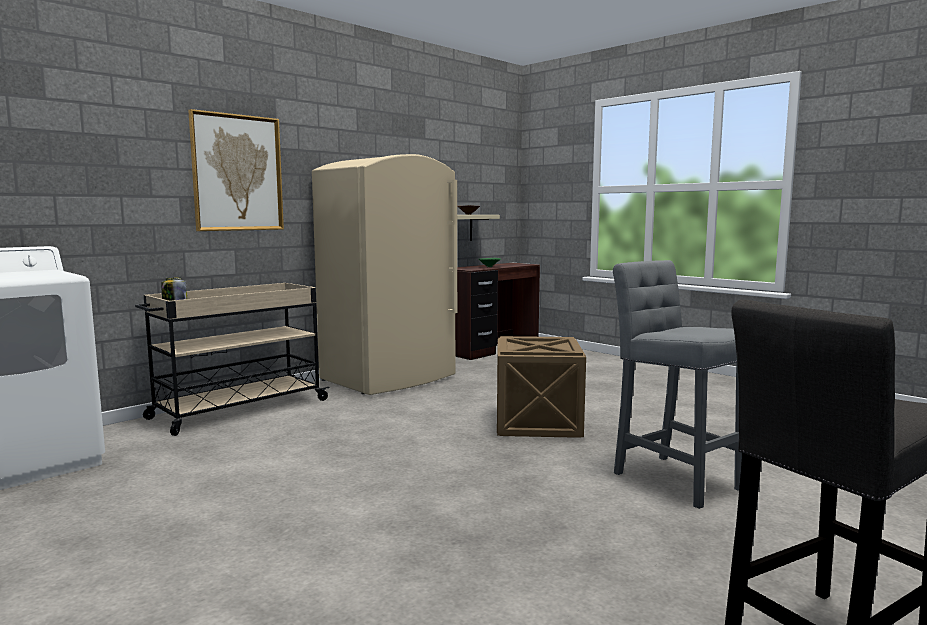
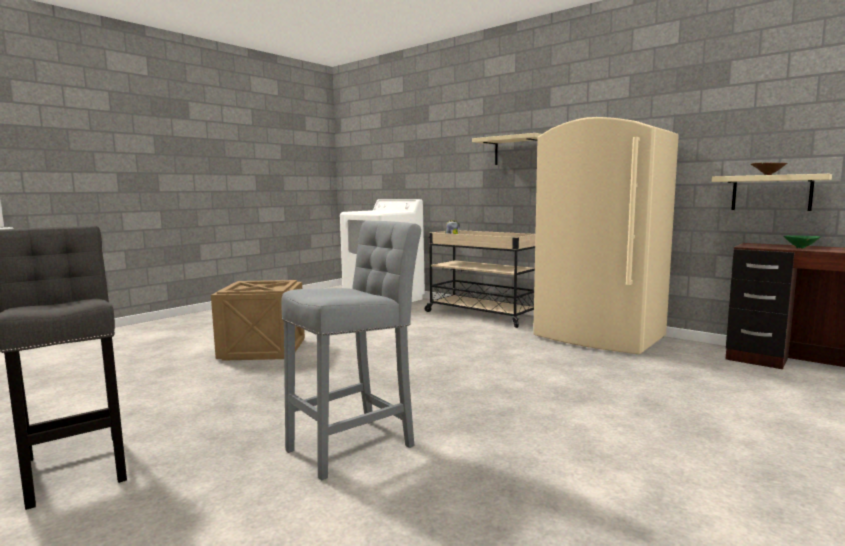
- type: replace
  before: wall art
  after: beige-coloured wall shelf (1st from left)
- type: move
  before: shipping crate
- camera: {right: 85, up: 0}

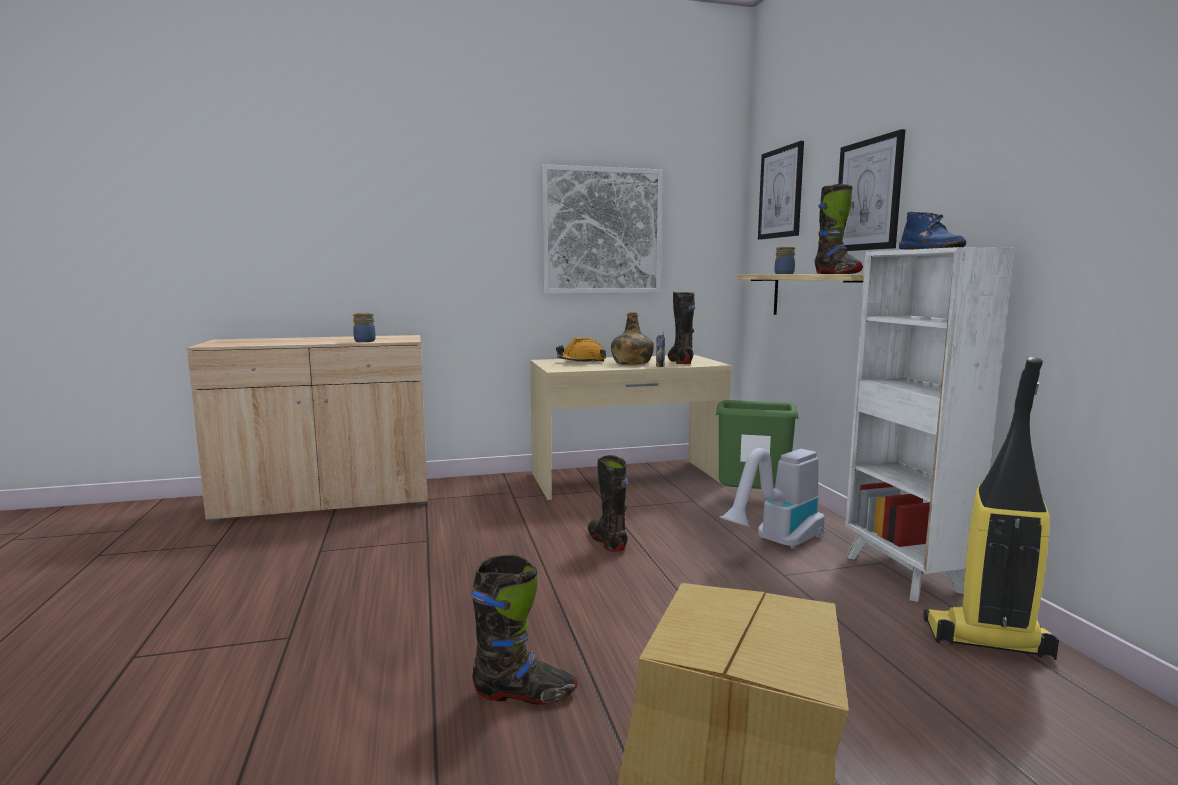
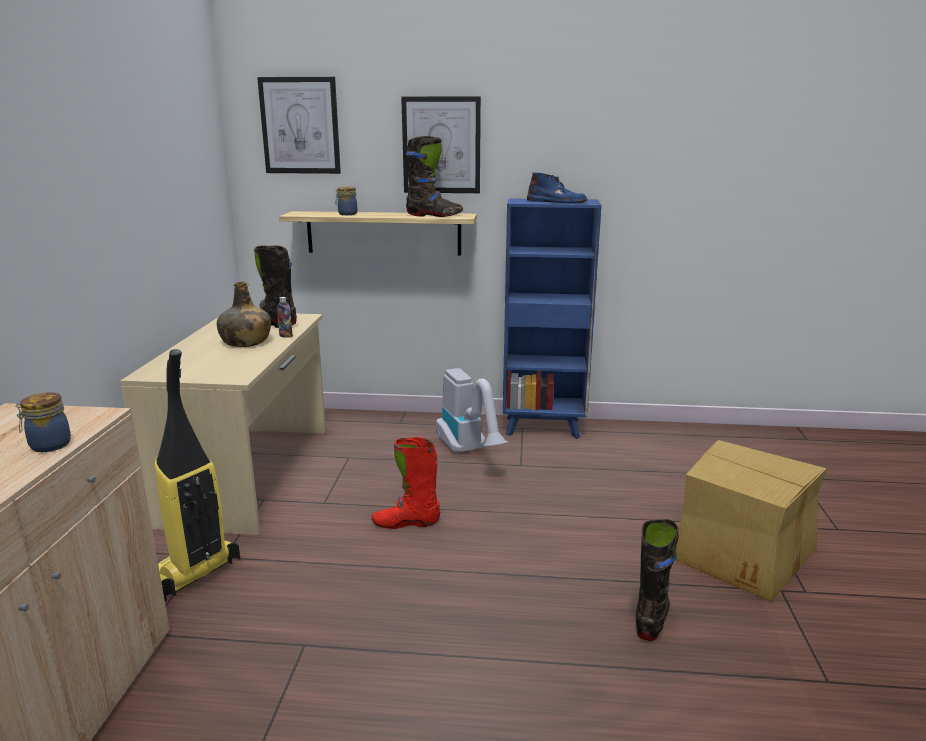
- type: delete
  before: wall art (1st from left)
- type: recolor
  before: white-coloured bookshelf
  after: blue bookshelf
- type: delete
  before: orange-coloured work helmet
- type: move
  before: vacuum cleaner (2nd from left in the first image)
  after: vacuum cleaner (1st from left)
- type: delete
  before: green waste bin
- type: recolor
  before: black boot (2nd from left)
  after: red boot
- camera: {right: -70, up: 10}

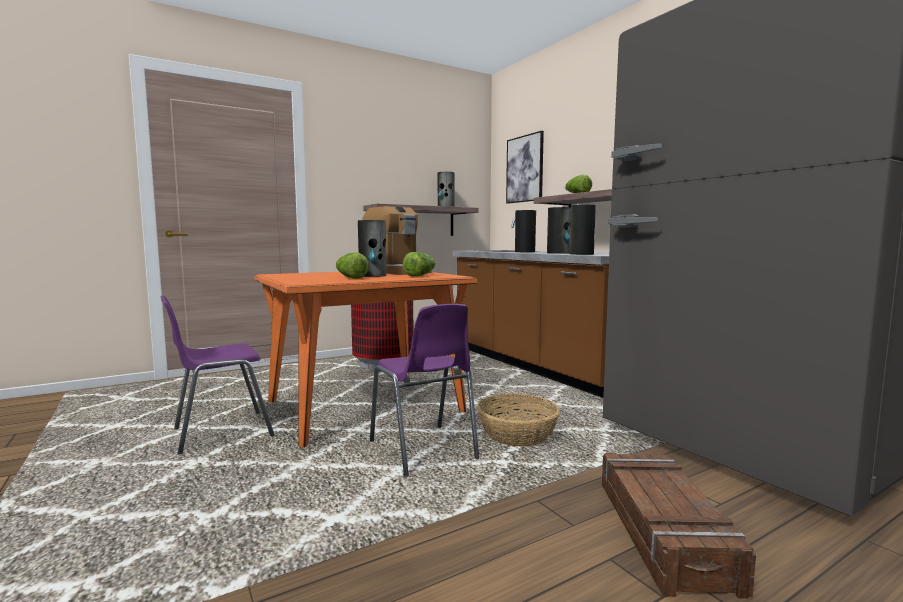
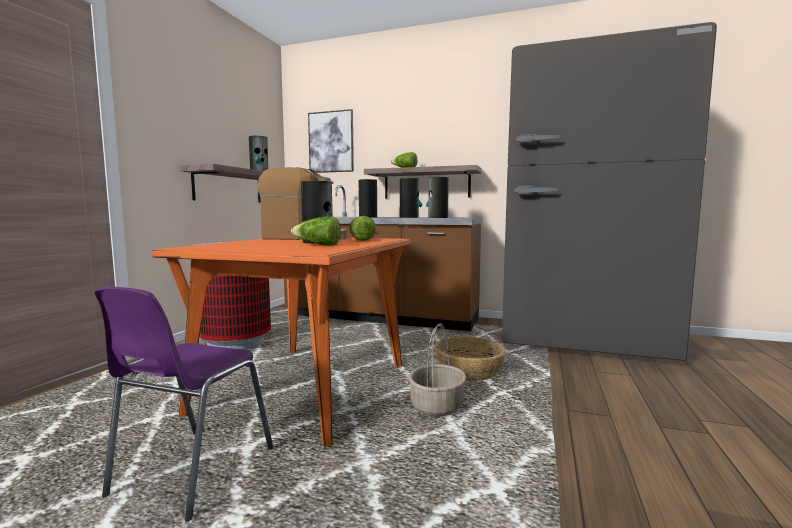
- type: replace
  before: purplish chair (2nd from left)
  after: storage basket (1st from left)
- type: delete
  before: shipping crate
- camera: {right: -40, up: 0}

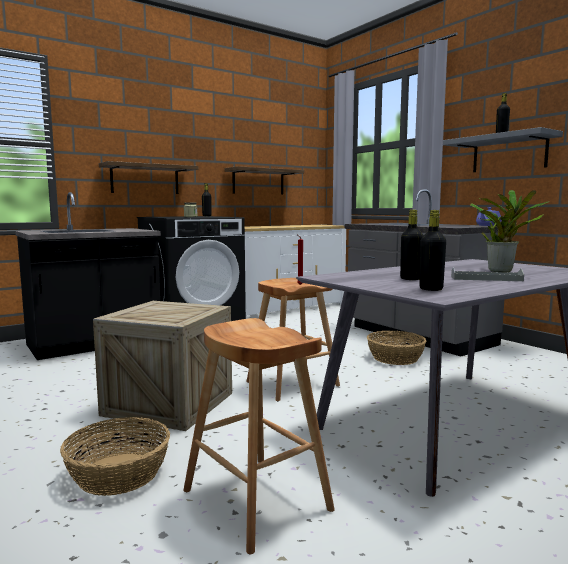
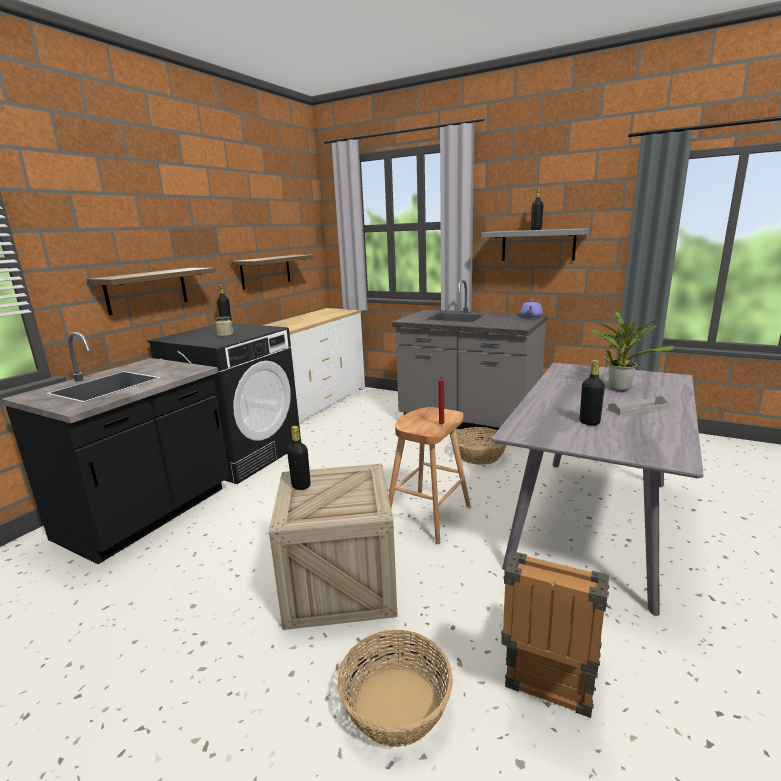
- type: move
  before: black drink bottle (3rd from left in the first image)
  after: black drink bottle (2nd from left)
- type: replace
  before: brownish stool seat (1st from left)
  after: shipping crate (2nd from left)
- camera: {right: -25, up: 10}

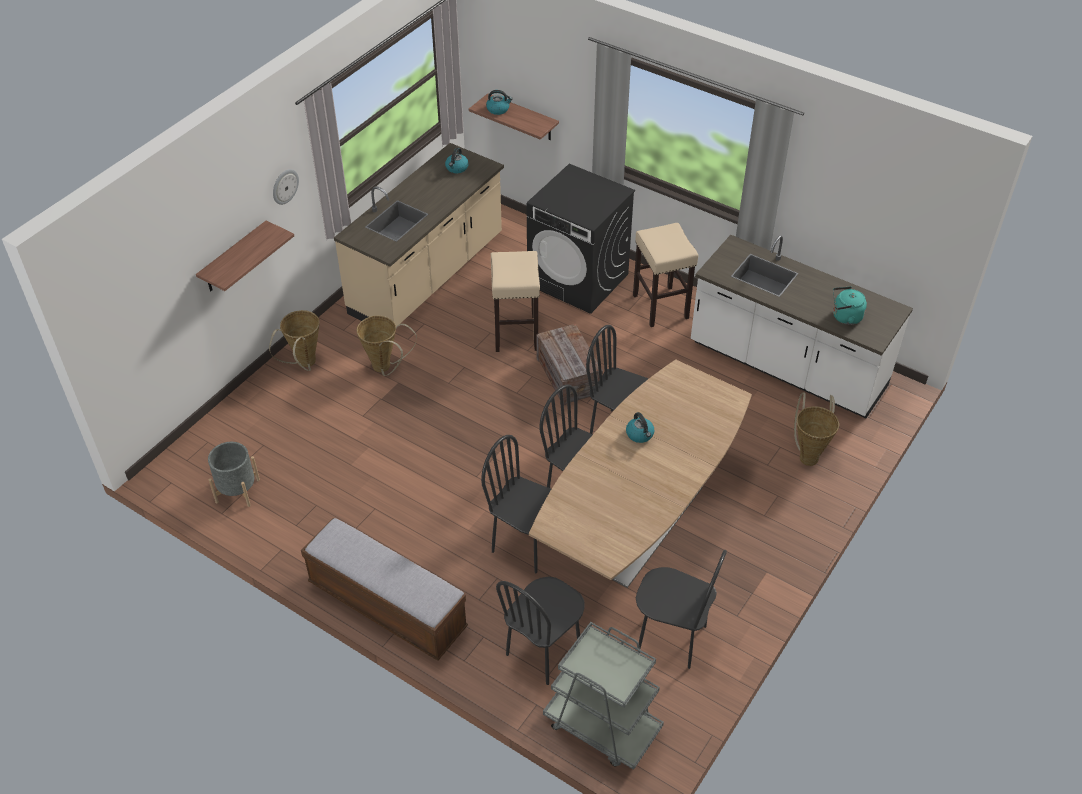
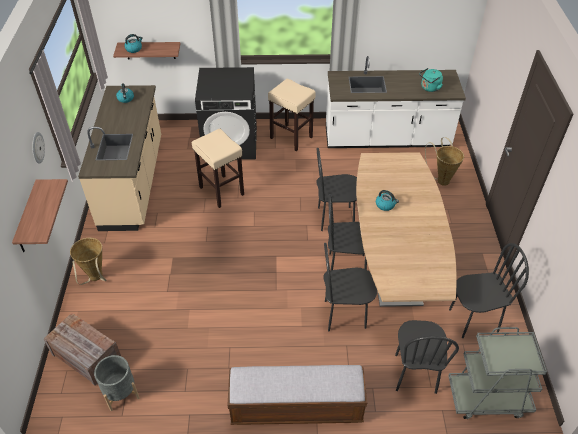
- type: delete
  before: storage basket (2nd from left)
- type: move
  before: shipping crate
- camera: {right: -35, up: 0}

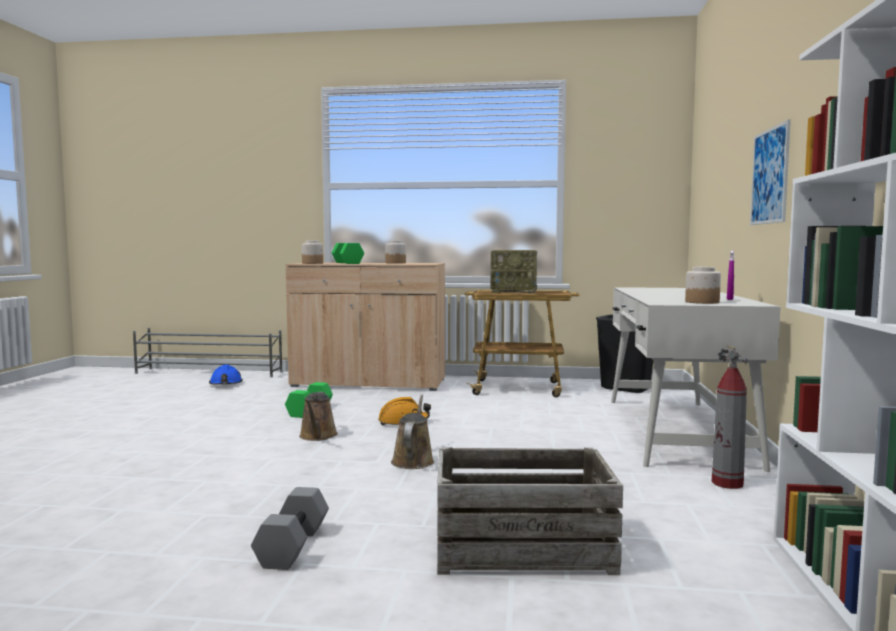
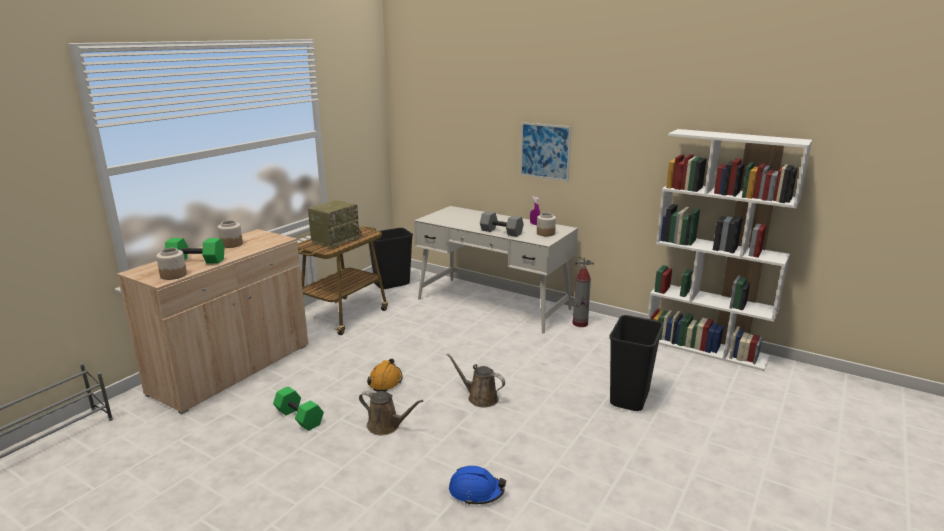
- type: move
  before: blue work helmet
- type: replace
  before: shipping crate
  after: black waste bin (2nd from left)
- type: move
  before: grey dumbbell
- camera: {right: -65, up: 15}

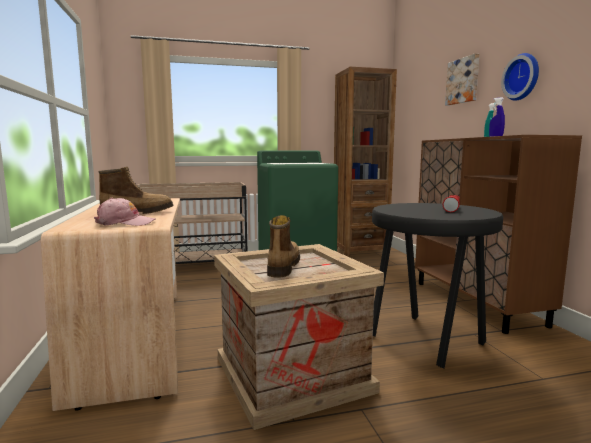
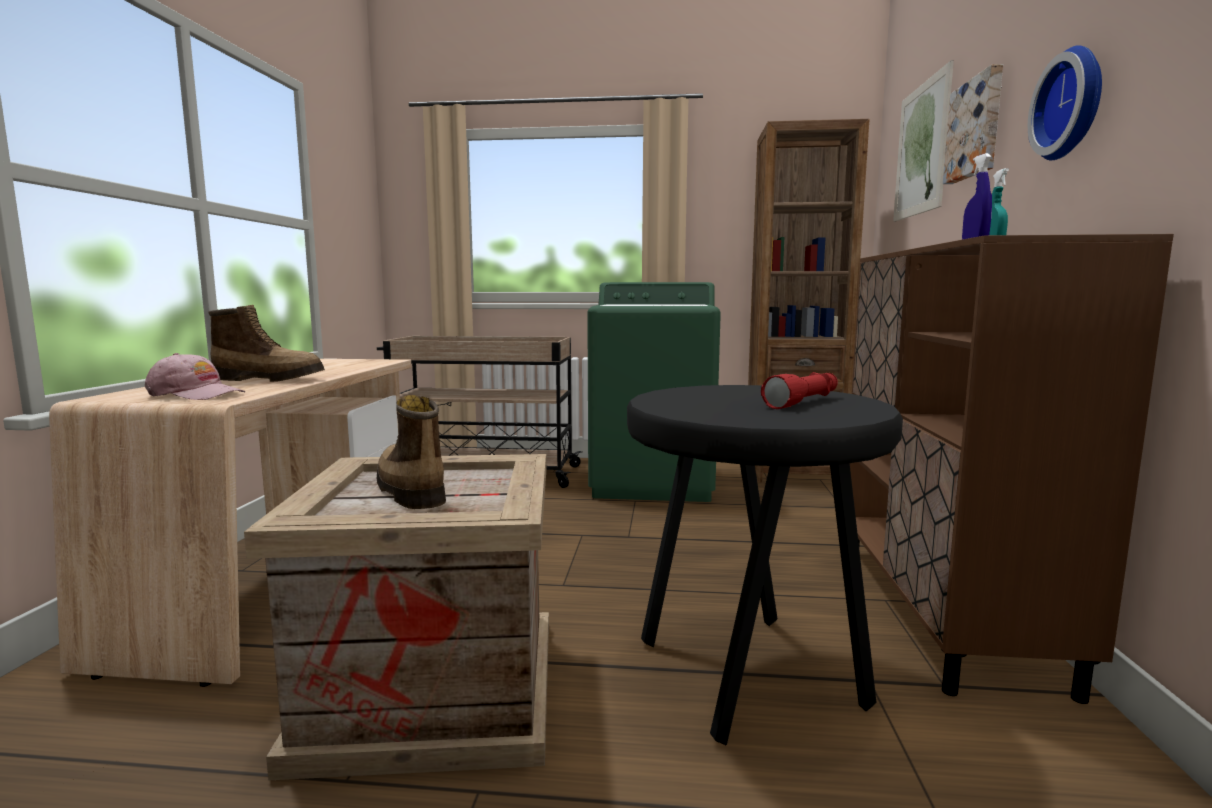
- type: rotate
  before: boot (2nd from left)
  turn: -60
- type: insert
  after: wall art (1st from left)
- camera: {right: 20, up: 0}

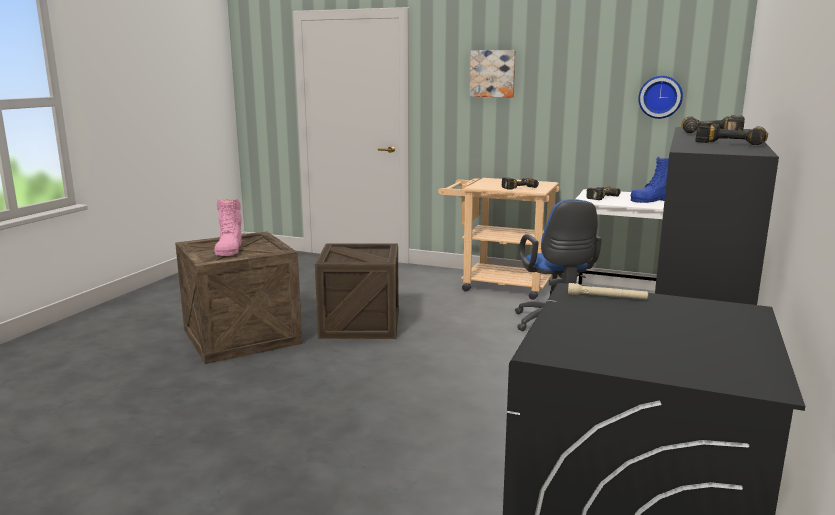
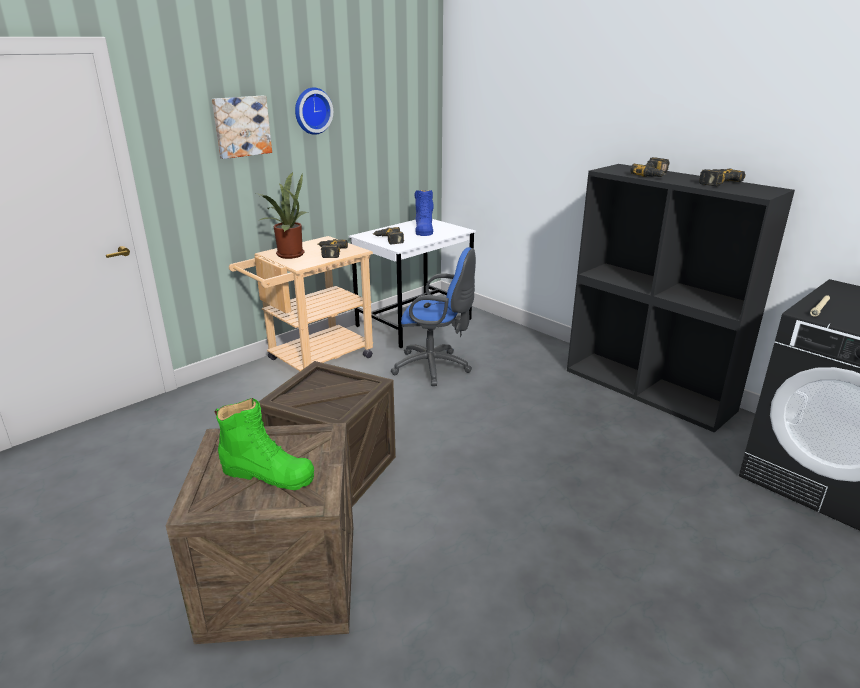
- type: move
  before: wall clock
- type: recolor
  before: pinkish boot
  after: green boot
- type: insert
  after: potted plant
- camera: {right: -65, up: 10}

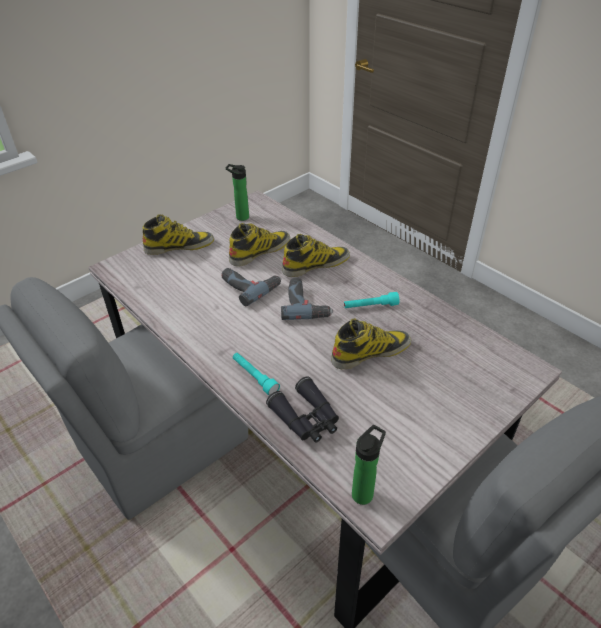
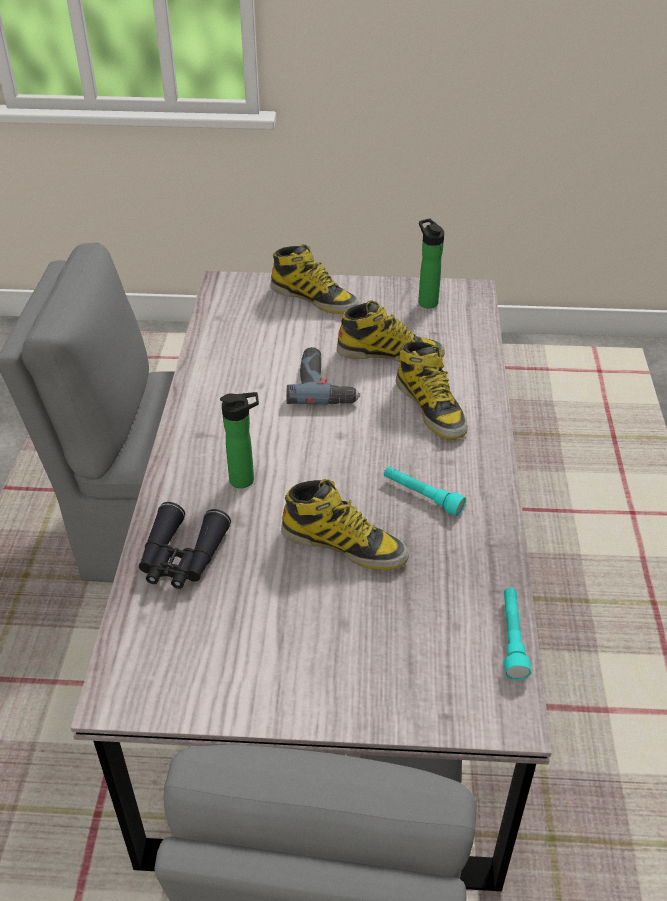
- type: rotate
  before: boot (3rd from left in the first image)
  turn: 45
- type: delete
  before: electric drill (2nd from left)
- type: move
  before: turquoise-coloured flashlight (1st from left in the first image)
  after: turquoise-coloured flashlight (2nd from left)
- type: move
  before: drink bottle (2nd from left in the first image)
  after: drink bottle (1st from left)
- camera: {right: 45, up: 0}

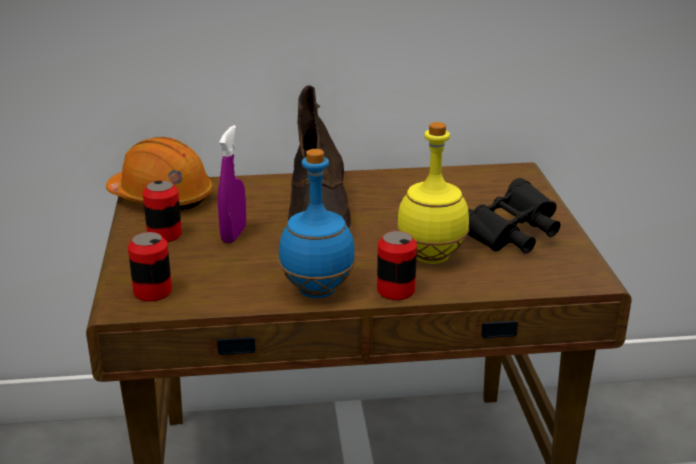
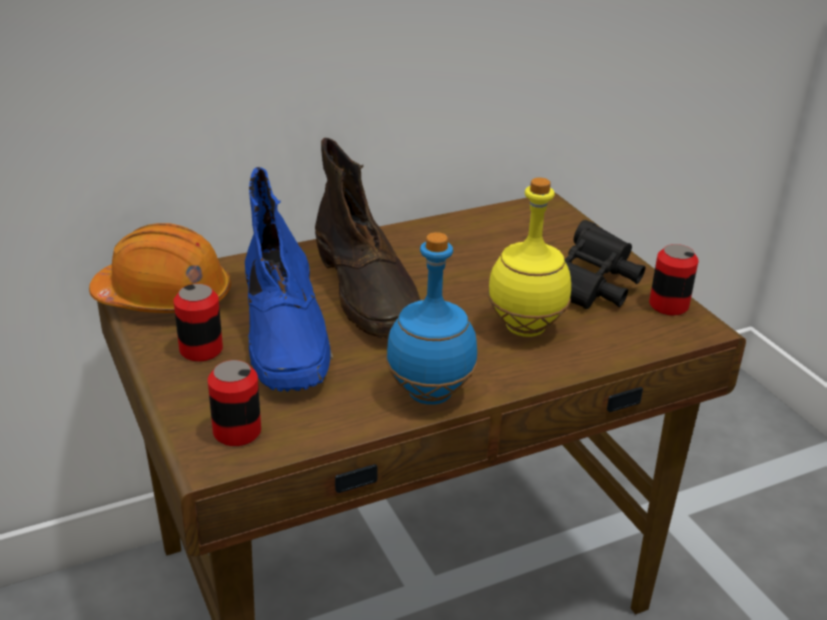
- type: replace
  before: purplish spray bottle
  after: blue boot
- type: move
  before: sealed can (3rd from left)
- camera: {right: -20, up: 5}

